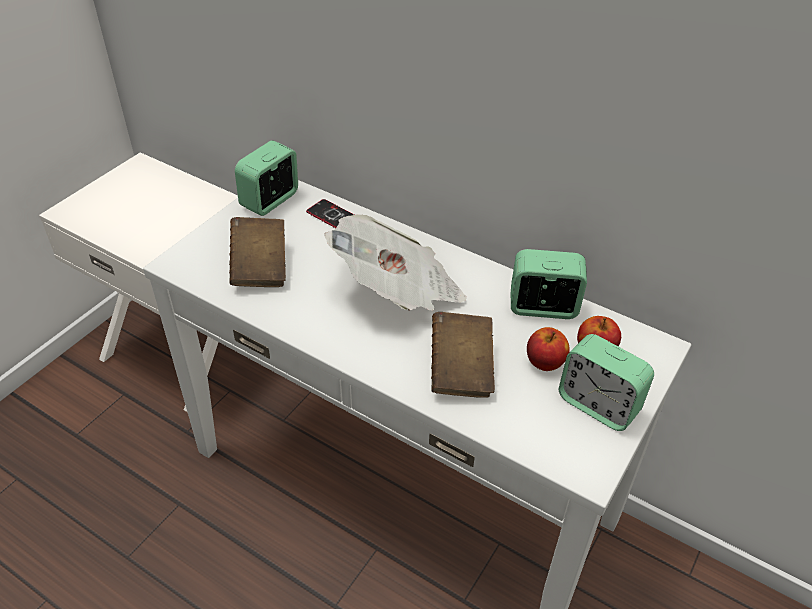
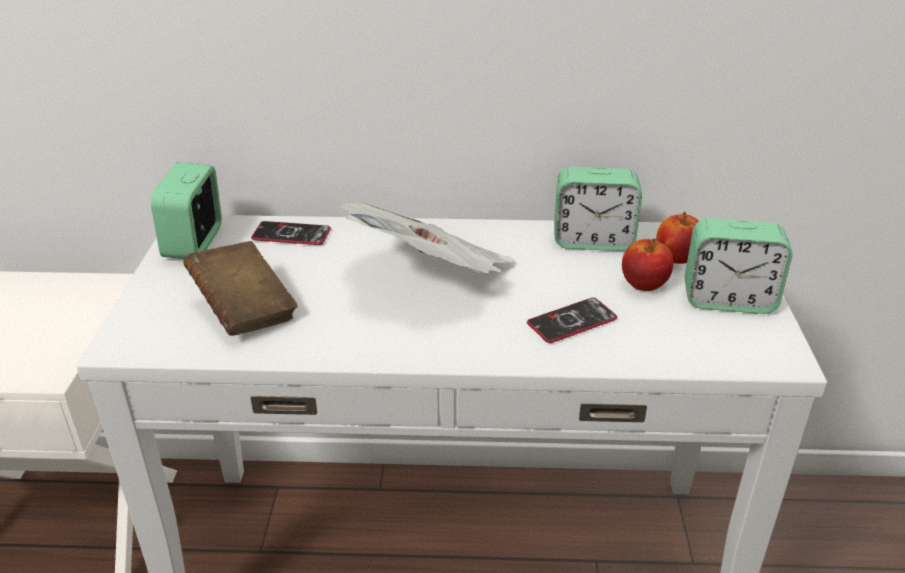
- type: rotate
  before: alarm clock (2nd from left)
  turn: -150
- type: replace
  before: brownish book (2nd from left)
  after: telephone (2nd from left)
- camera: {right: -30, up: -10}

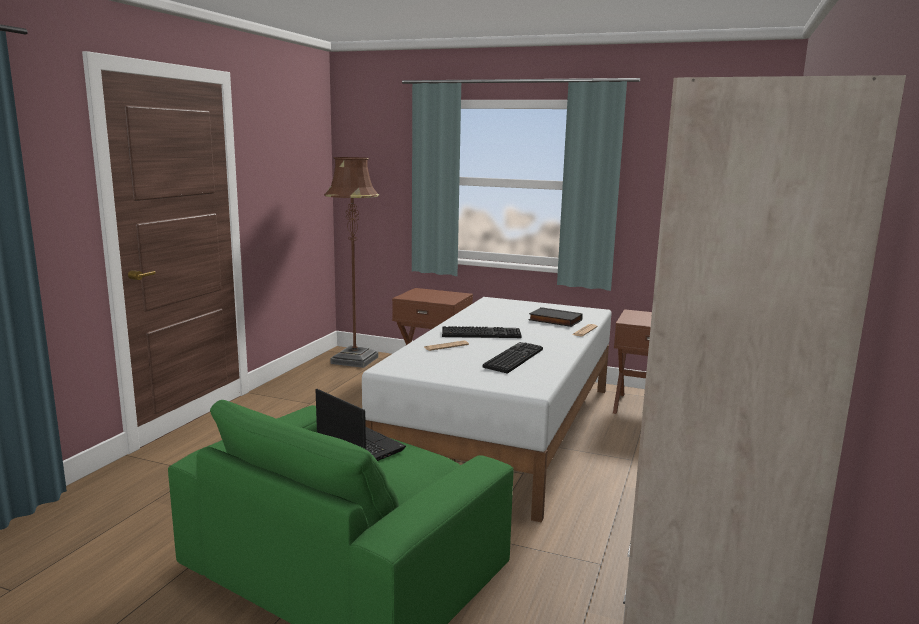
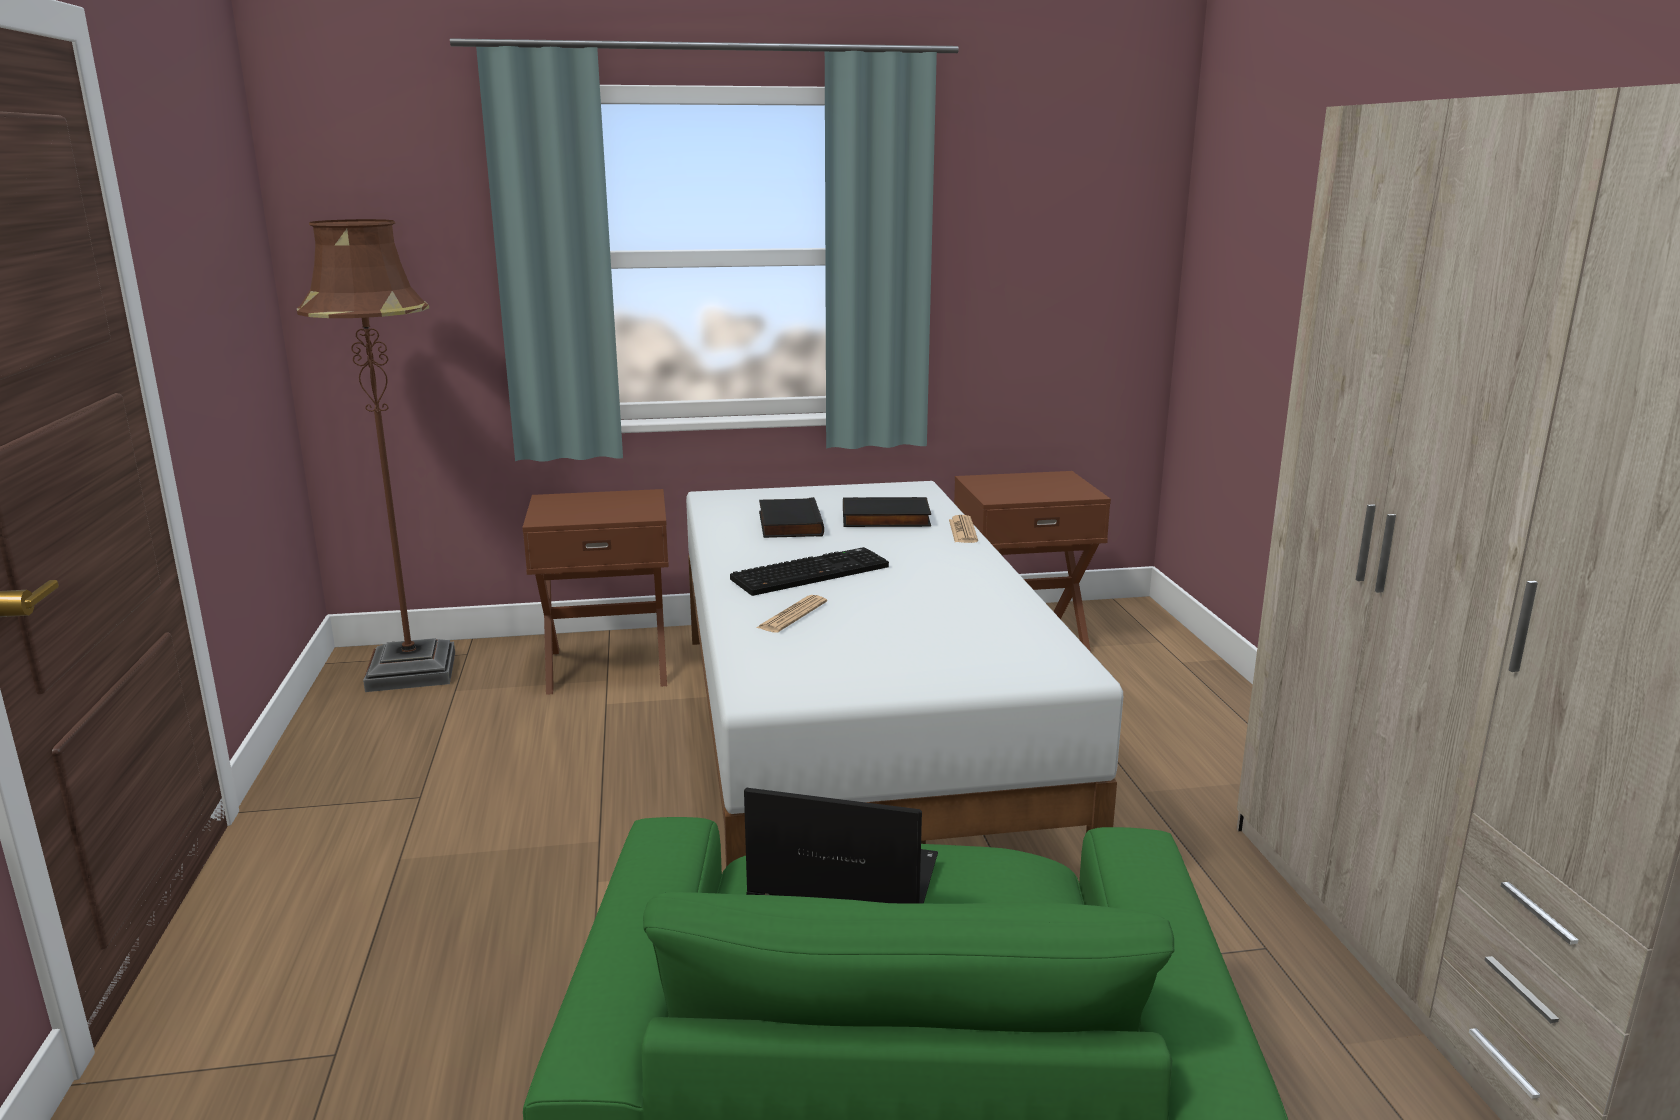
- type: delete
  before: keyboard (2nd from left)
- type: insert
  after: black book (1st from left)
- camera: {right: -30, up: 5}

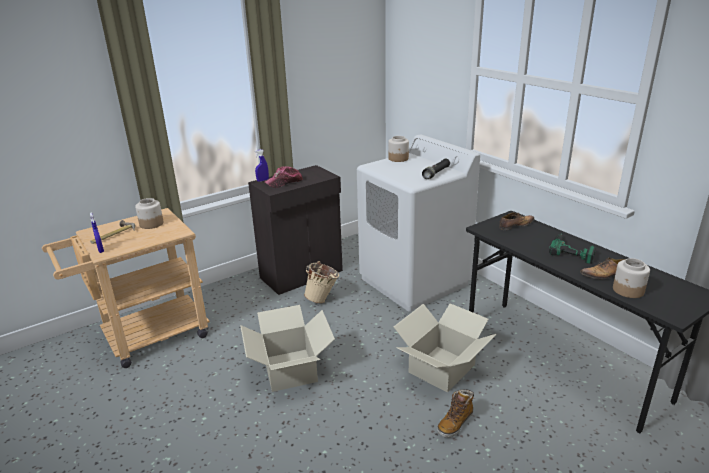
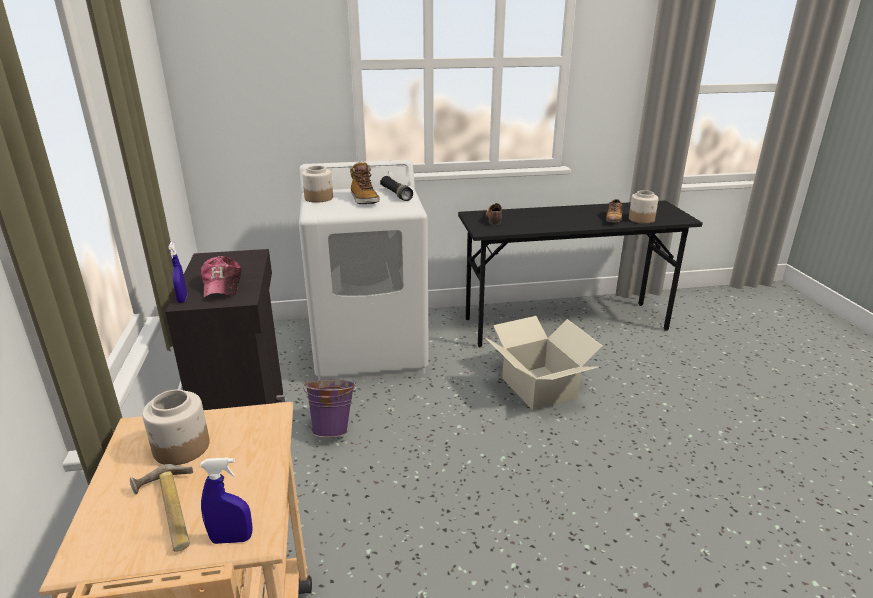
- type: delete
  before: electric drill
- type: recolor
  before: beige-coloured bucket
  after: purplish bucket
- type: delete
  before: carton (1st from left)
- type: move
  before: boot
- camera: {right: -65, up: 0}

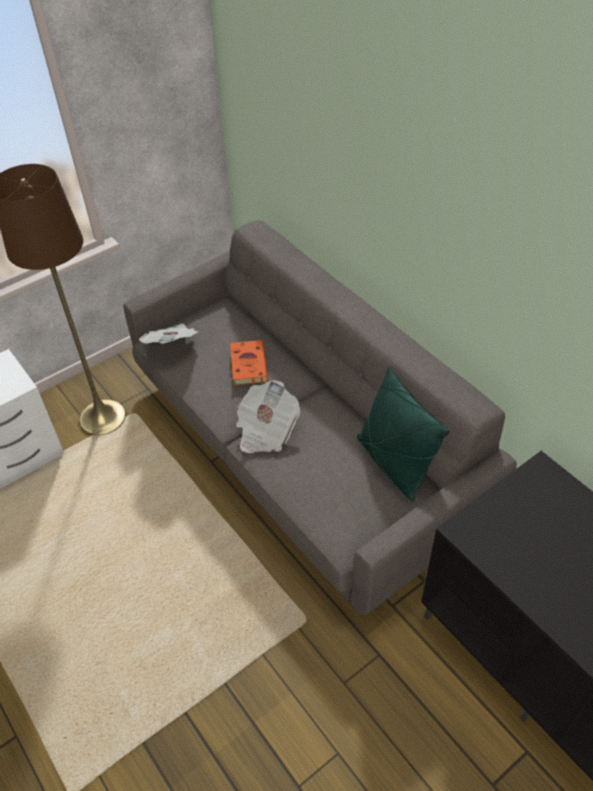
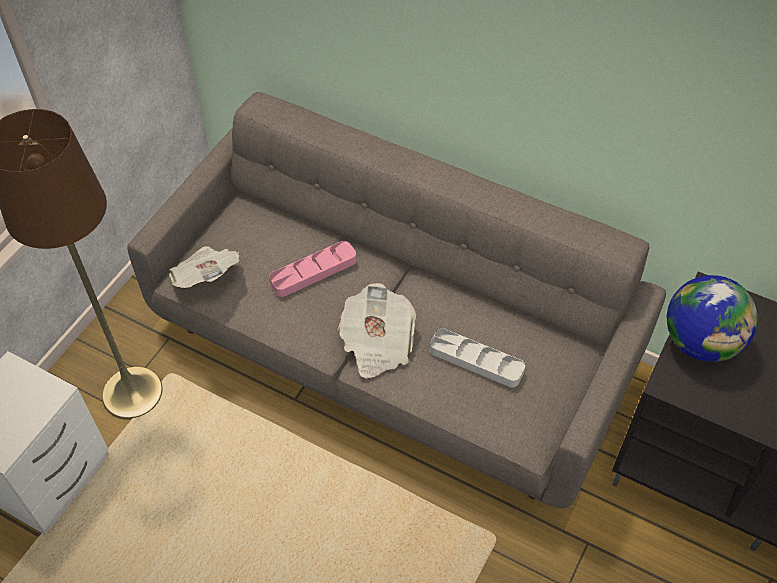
- type: replace
  before: orange-coloured book
  after: pinkish tray
- type: delete
  before: green pillow
- type: insert
  after: world globe
- type: insert
  after: grey tray
- camera: {right: -25, up: 5}

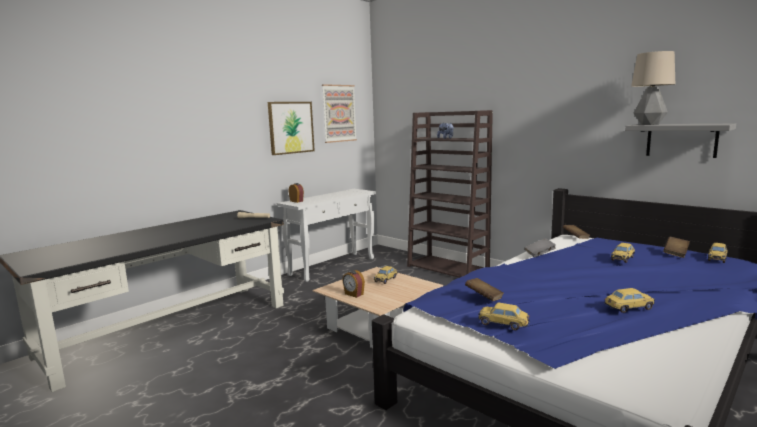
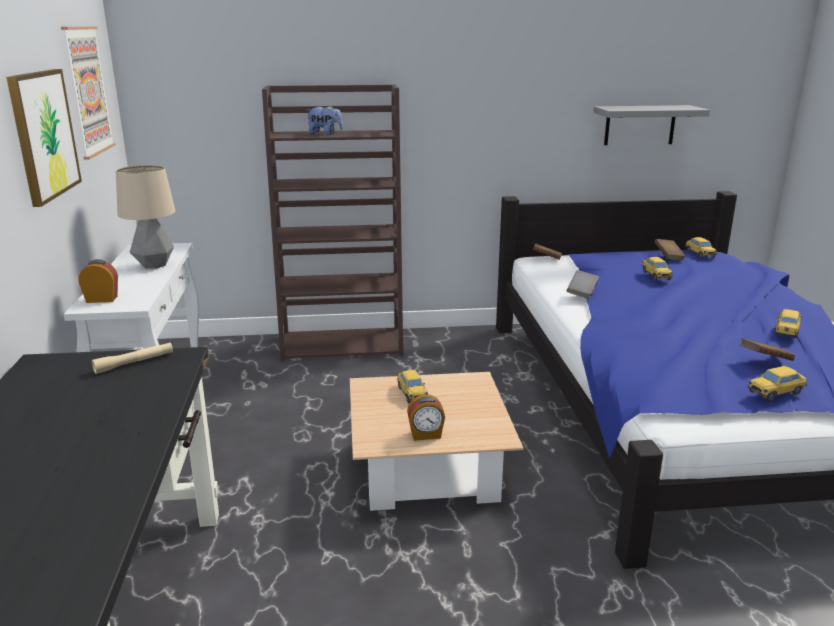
- type: move
  before: table lamp
- type: move
  before: brownish book (1st from left in the first image)
  after: brownish book (3rd from left)
- camera: {right: -50, up: 10}

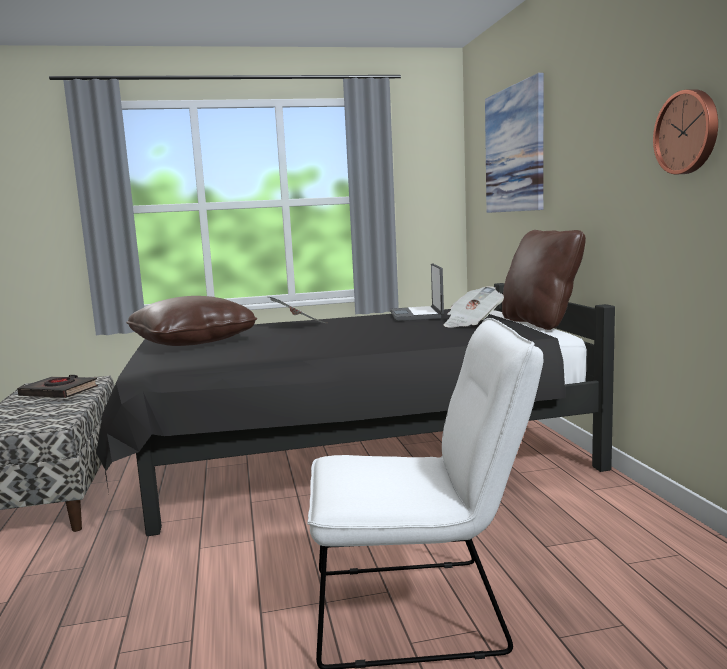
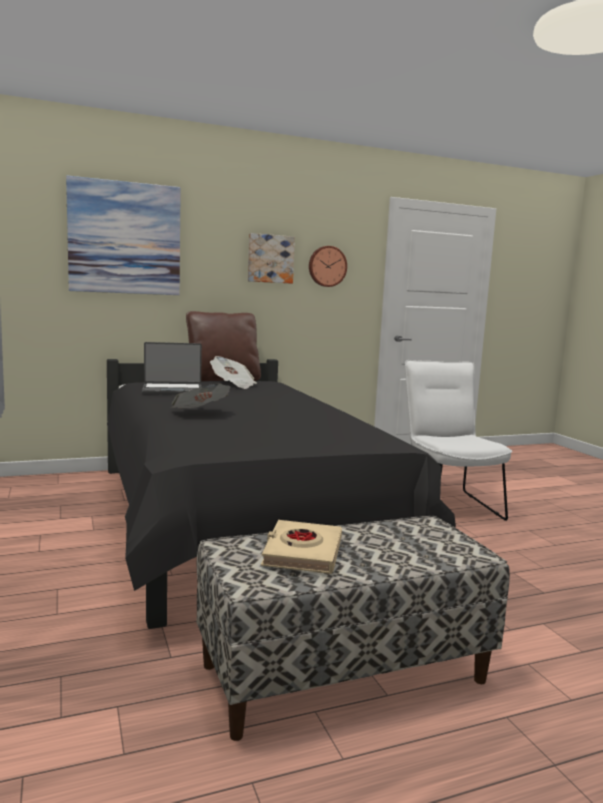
- type: delete
  before: brownish pillow (1st from left)
- type: recolor
  before: black book
  after: beige-coloured book
- type: insert
  after: wall art (2nd from left)
- camera: {right: -100, up: 0}

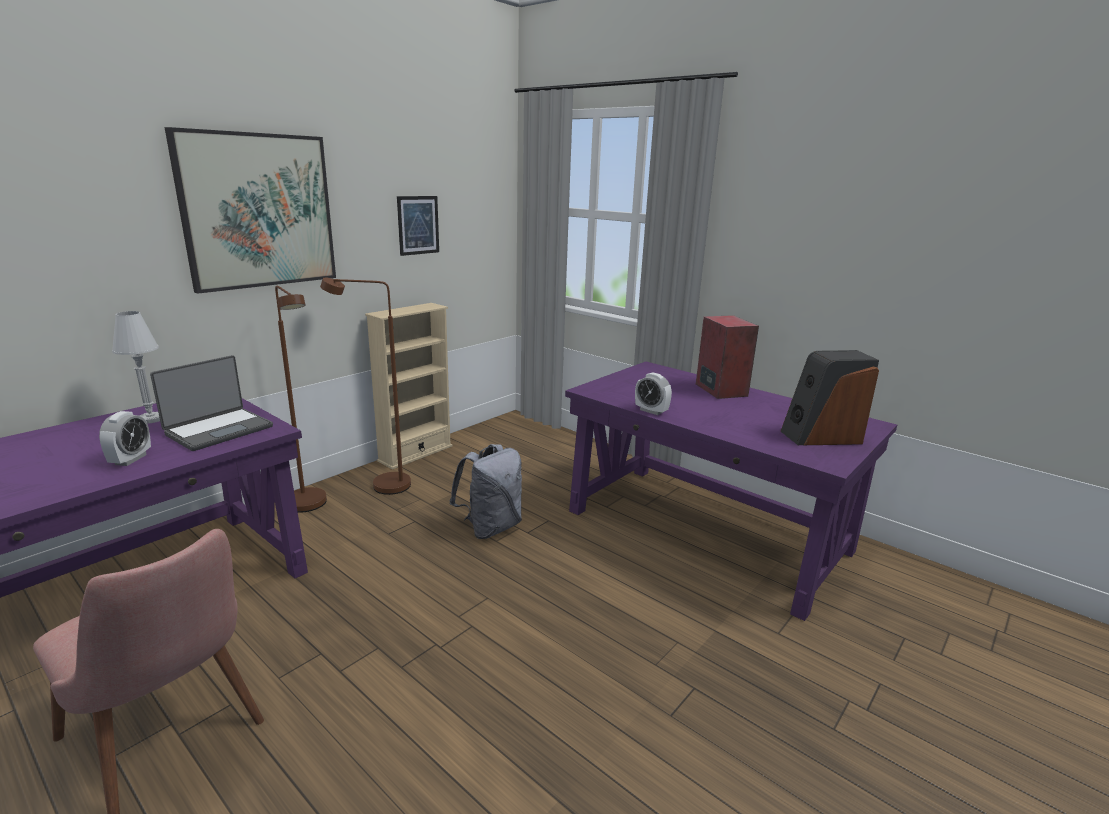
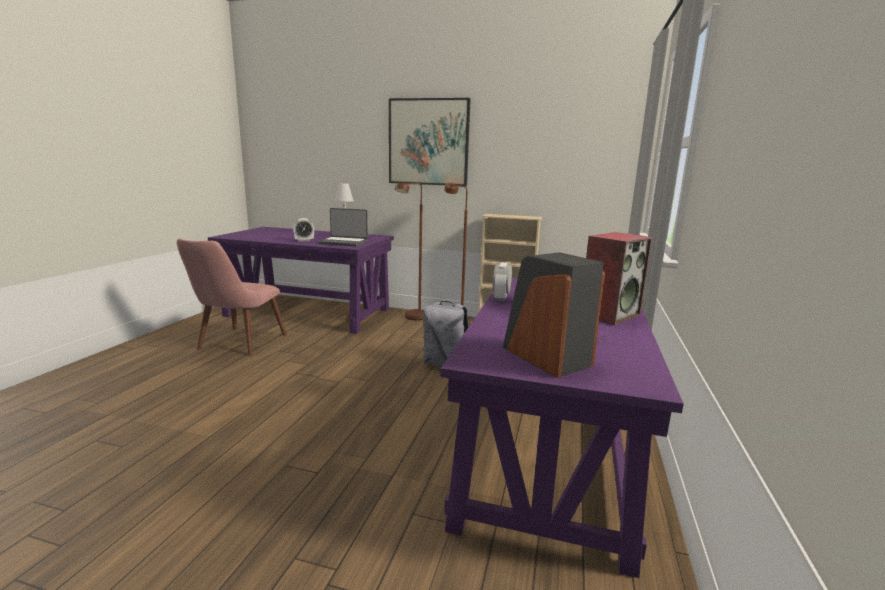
- type: delete
  before: wall art (2nd from left)
- camera: {right: 65, up: -5}

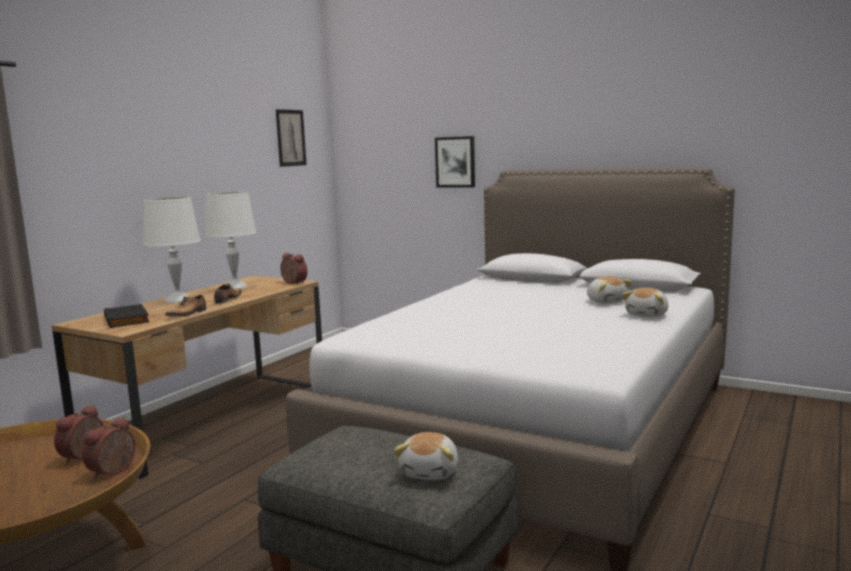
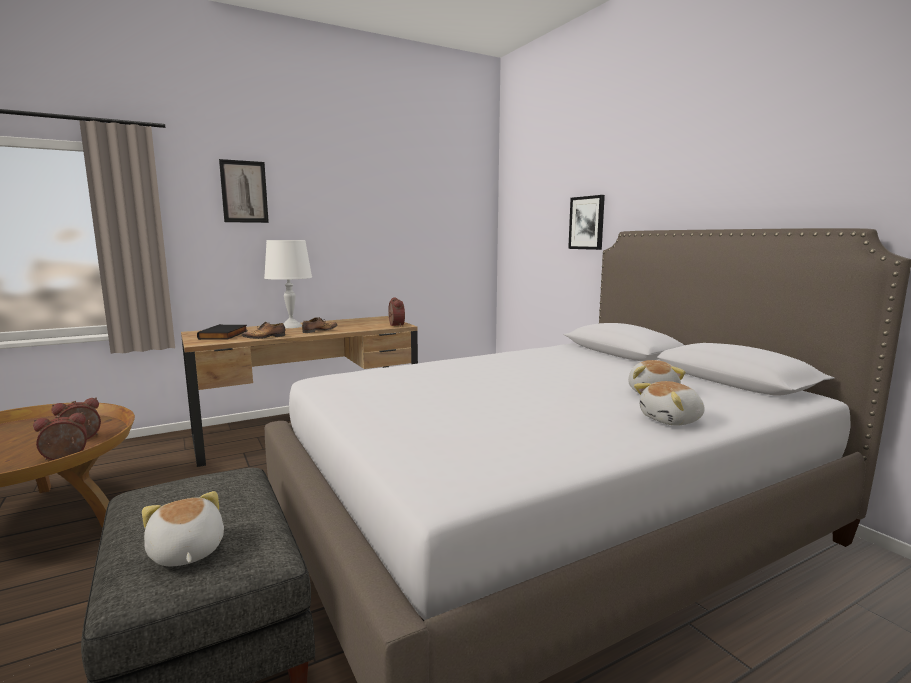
- type: move
  before: wall art (1st from left)
- type: delete
  before: white-coloured table lamp (2nd from left)
- type: rotate
  before: cuddly toy (1st from left)
  turn: 105
- camera: {right: 30, up: 0}

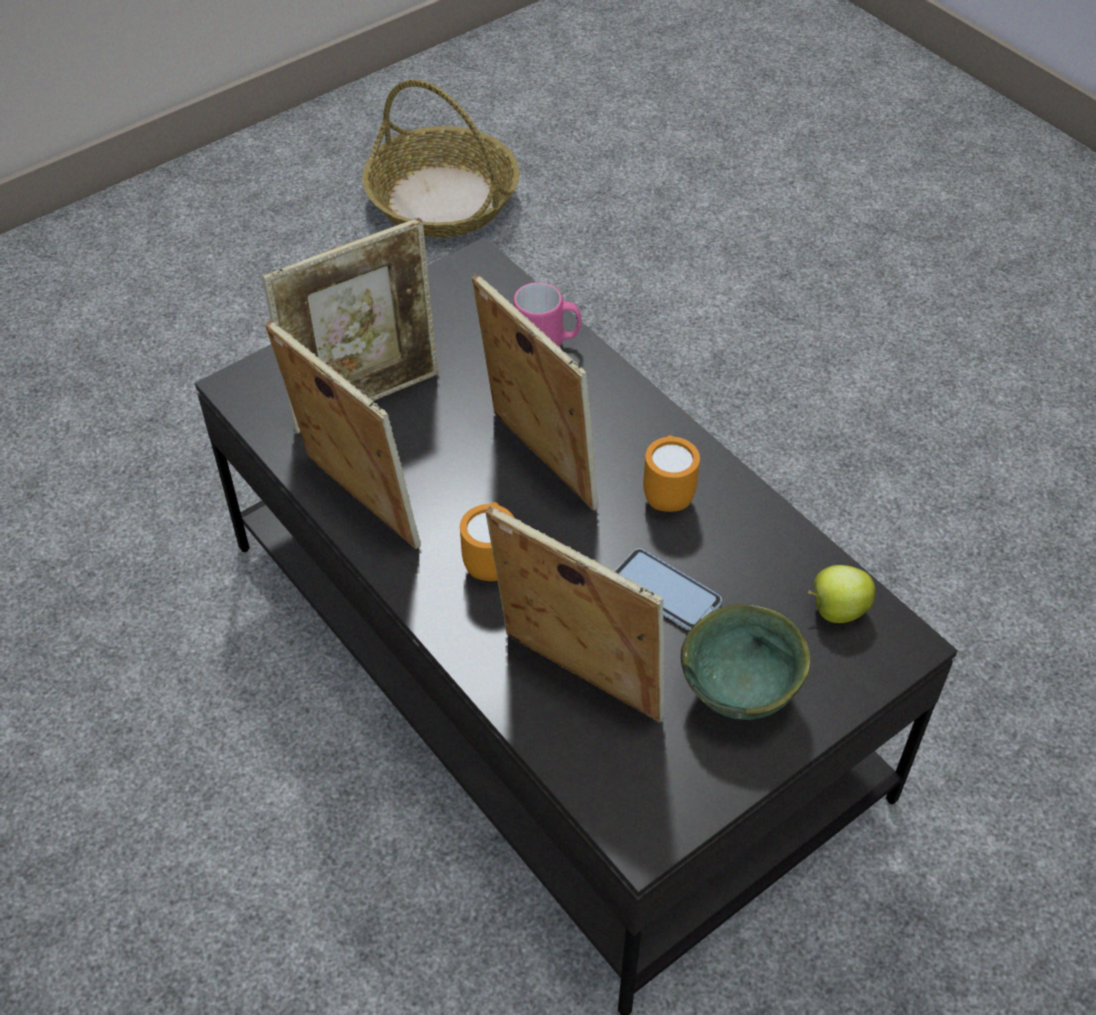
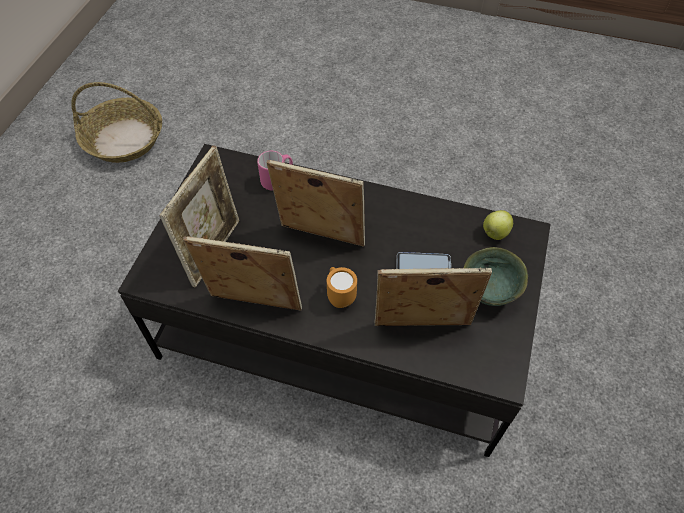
- type: delete
  before: orange-coloured coffee mug (2nd from left)
- camera: {right: -35, up: 5}

